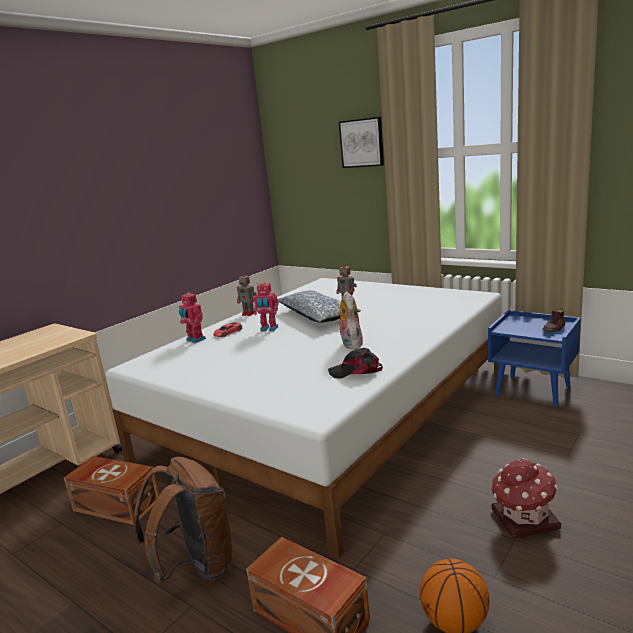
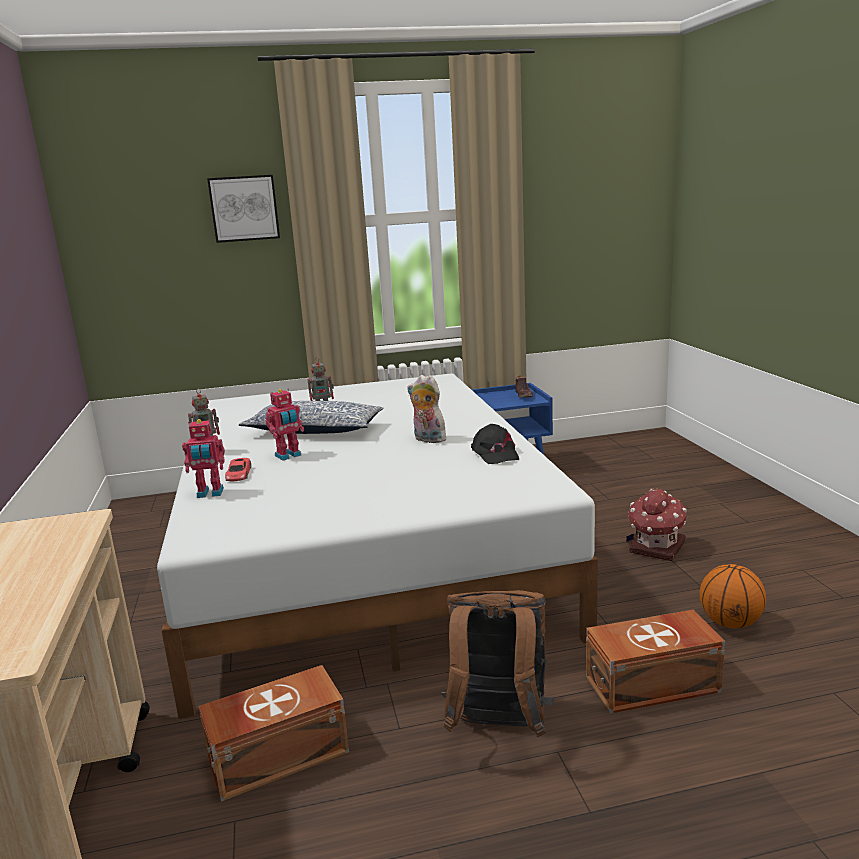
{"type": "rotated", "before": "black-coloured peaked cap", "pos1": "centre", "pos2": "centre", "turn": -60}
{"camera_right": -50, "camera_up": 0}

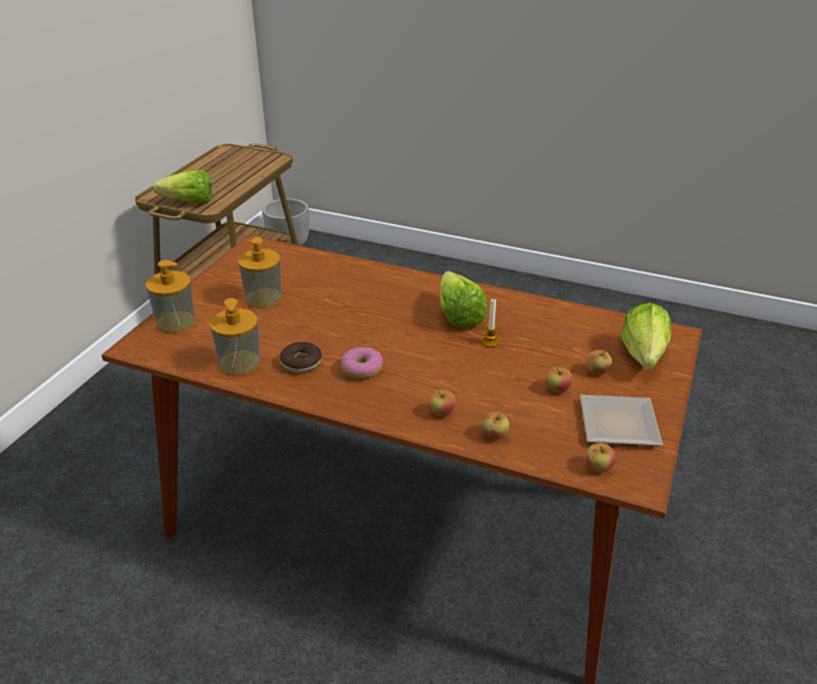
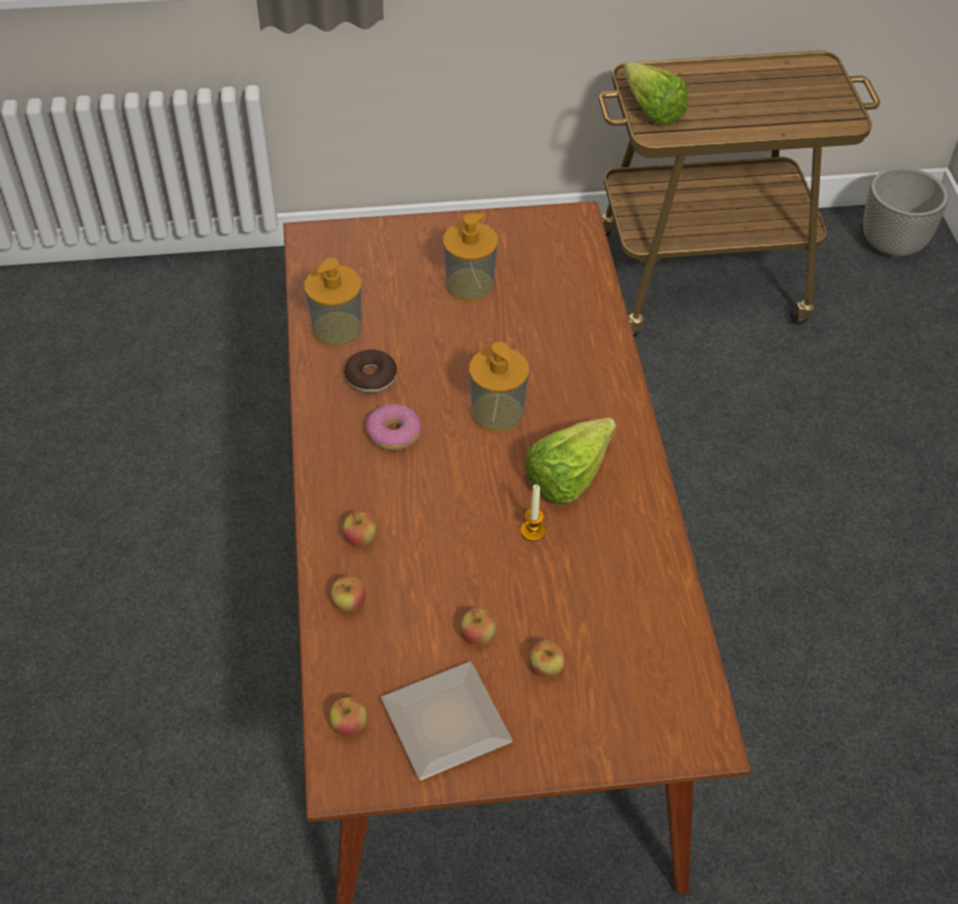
{"type": "gone", "before": "lettuce (no. 3 from left)", "pos1": "middle right"}
{"type": "shifted", "before": "soap dispenser (no. 1 from left in the first image)", "after": "soap dispenser (no. 3 from left)", "pos1": "middle left", "pos2": "centre"}
{"camera_right": 60, "camera_up": 15}

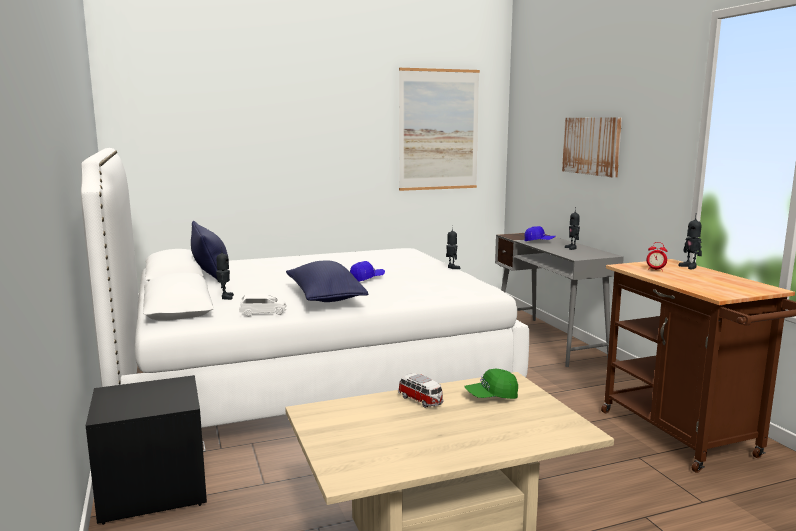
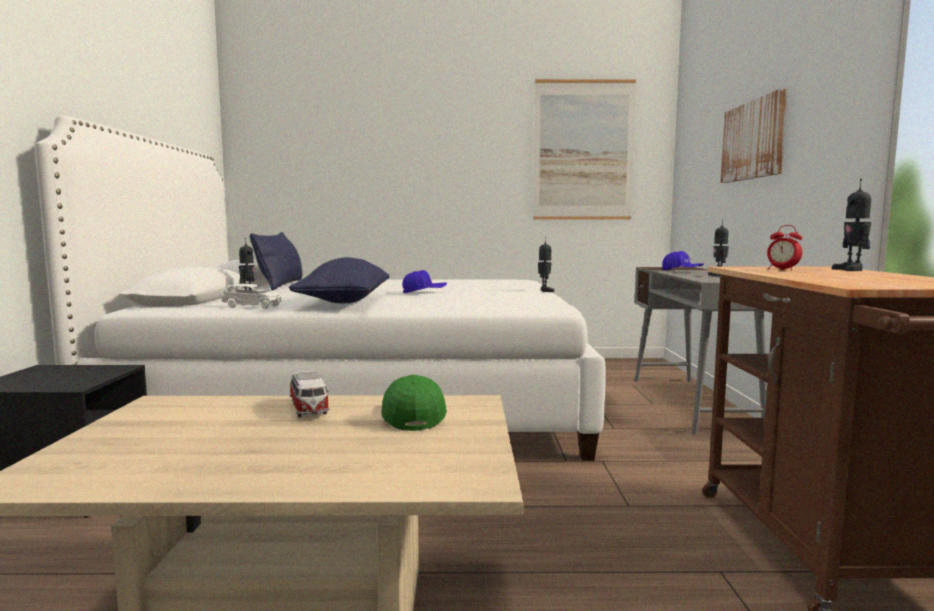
{"type": "rotated", "before": "green-coloured peaked cap", "pos1": "bottom centre", "pos2": "centre", "turn": 75}
{"camera_right": 20, "camera_up": -5}

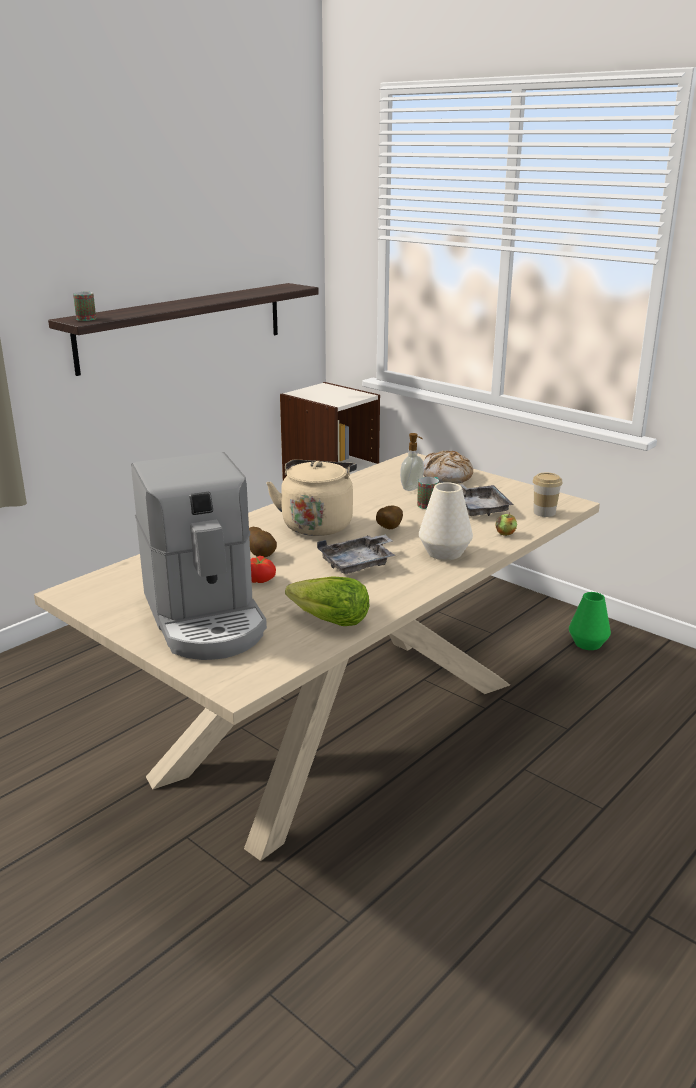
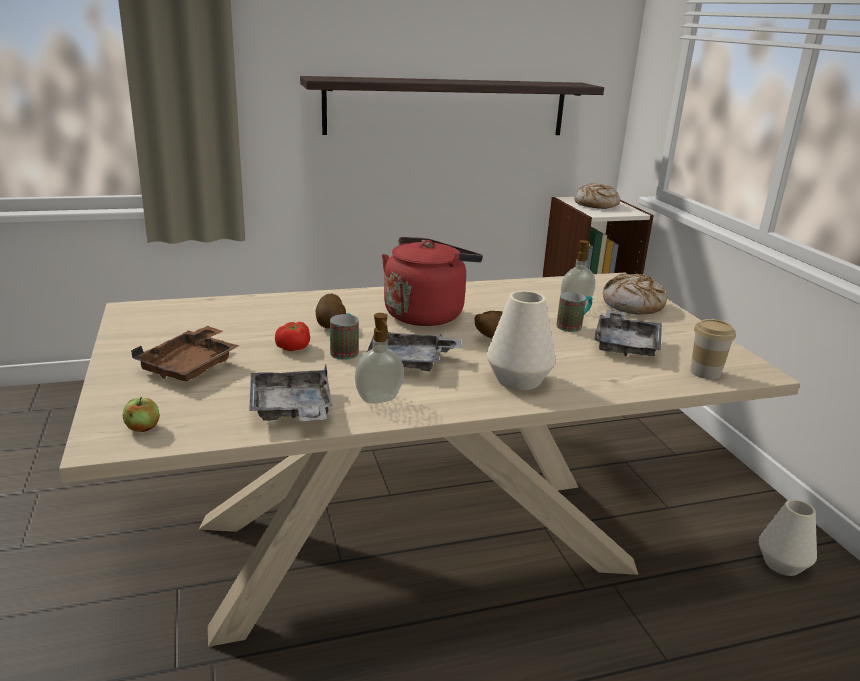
{"type": "new", "after": "soap dispenser (no. 1 from left)", "pos2": "centre"}
{"type": "new", "after": "baked bread (no. 1 from left)", "pos2": "top right"}
{"type": "shifted", "before": "mug (no. 1 from left)", "pos1": "top left", "pos2": "centre"}
{"type": "shifted", "before": "apple fruit", "pos1": "middle right", "pos2": "middle left"}
{"type": "swapped", "before": "coffee brewer", "after": "brown carrying tray", "pos1": "middle left", "pos2": "middle left"}
{"type": "swapped", "before": "lettuce", "after": "grey carrying tray (no. 1 from left)", "pos1": "centre", "pos2": "centre"}
{"type": "repainted", "before": "beige-coloured kettle", "after": "red-coloured kettle", "pos1": "centre", "pos2": "centre"}
{"type": "repainted", "before": "green-coloured flower vase", "after": "white flower vase (no. 2 from left)", "pos1": "middle right", "pos2": "bottom right"}
{"camera_right": 30, "camera_up": 0}

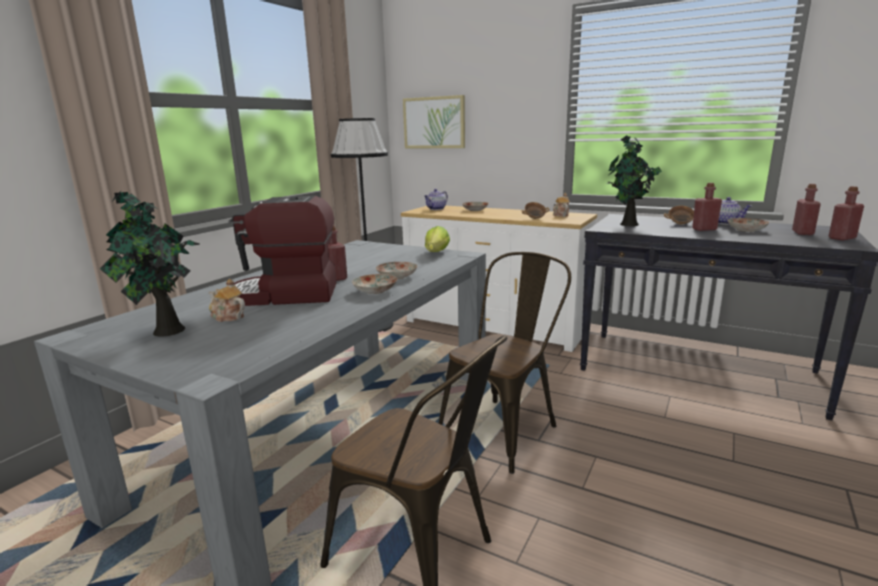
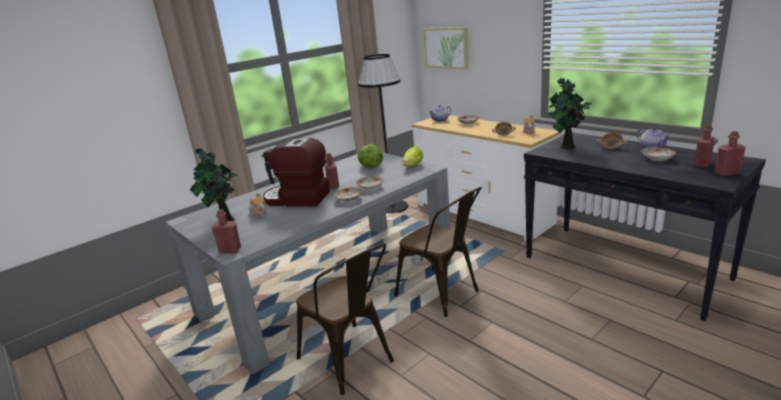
{"type": "new", "after": "lettuce (no. 1 from left)", "pos2": "centre"}
{"type": "shifted", "before": "red-coloured bottle (no. 2 from left in the first image)", "after": "red-coloured bottle (no. 1 from left)", "pos1": "middle right", "pos2": "middle left"}
{"type": "rotated", "before": "brown plain chair (no. 2 from left)", "pos1": "centre", "pos2": "centre", "turn": 75}
{"camera_right": 20, "camera_up": 5}

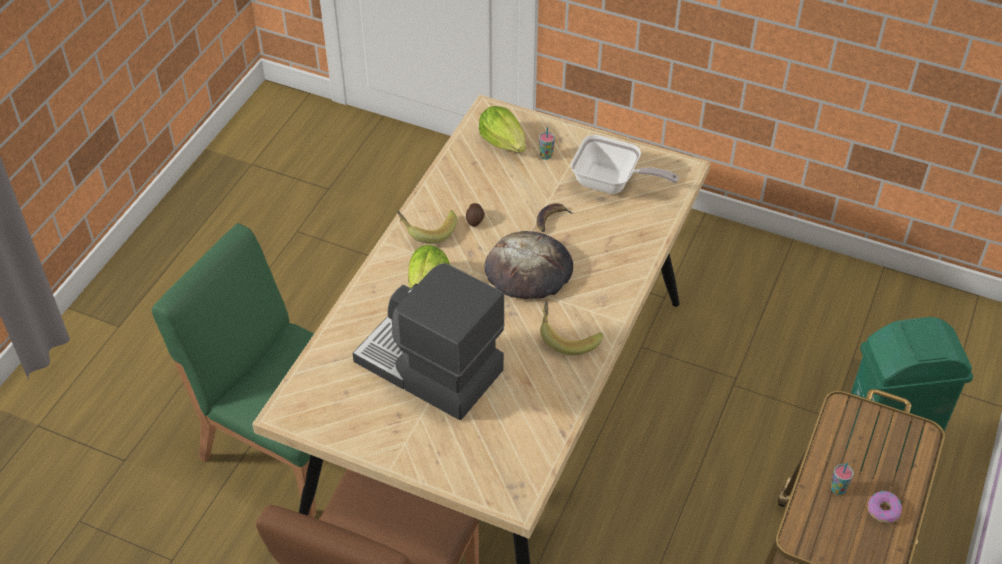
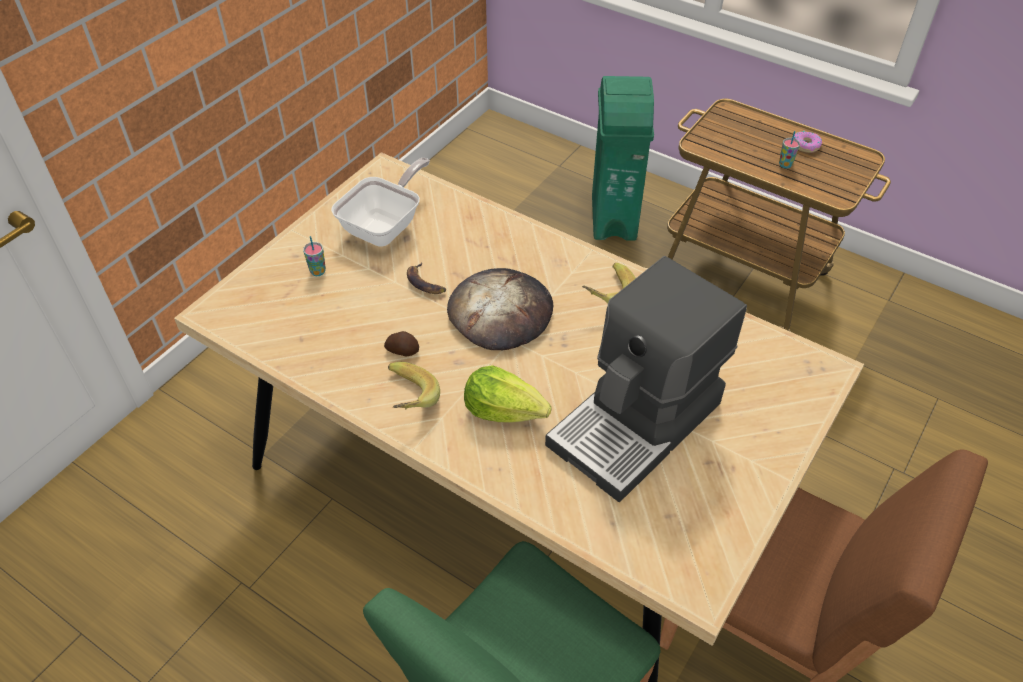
{"type": "gone", "before": "lettuce (no. 2 from left)", "pos1": "top centre"}
{"camera_right": -80, "camera_up": 0}

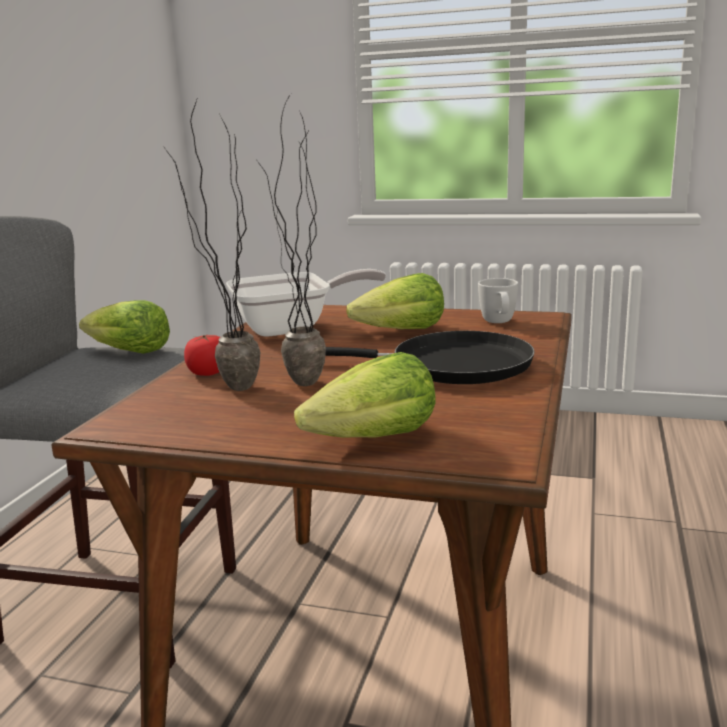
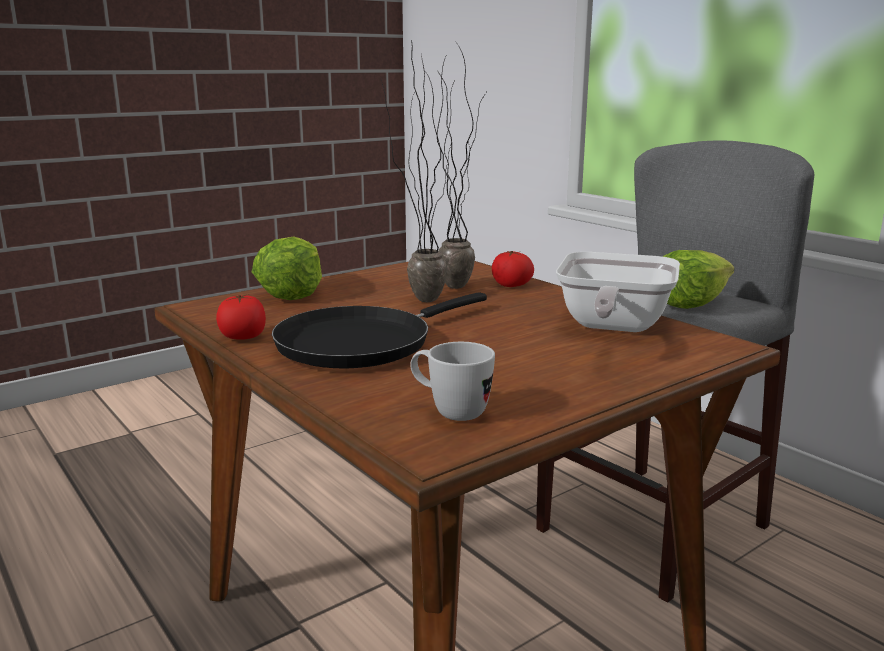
{"type": "gone", "before": "lettuce (no. 3 from left)", "pos1": "centre"}
{"type": "new", "after": "tomato (no. 1 from left)", "pos2": "middle left"}
{"camera_right": 125, "camera_up": 0}

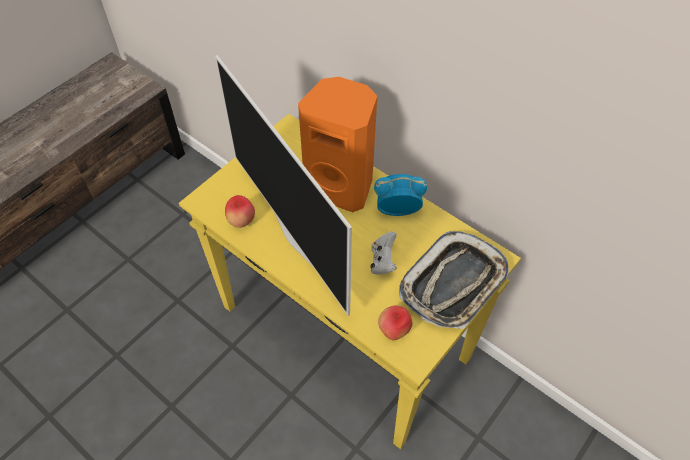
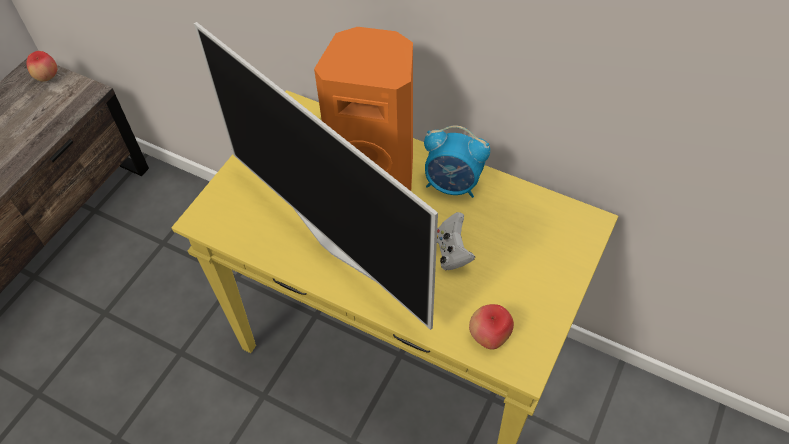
{"type": "gone", "before": "carrying tray", "pos1": "centre"}
{"type": "shifted", "before": "apple fruit (no. 1 from left)", "pos1": "centre", "pos2": "top left"}
{"type": "rotated", "before": "table clock", "pos1": "centre", "pos2": "centre", "turn": -150}
{"camera_right": -10, "camera_up": 0}

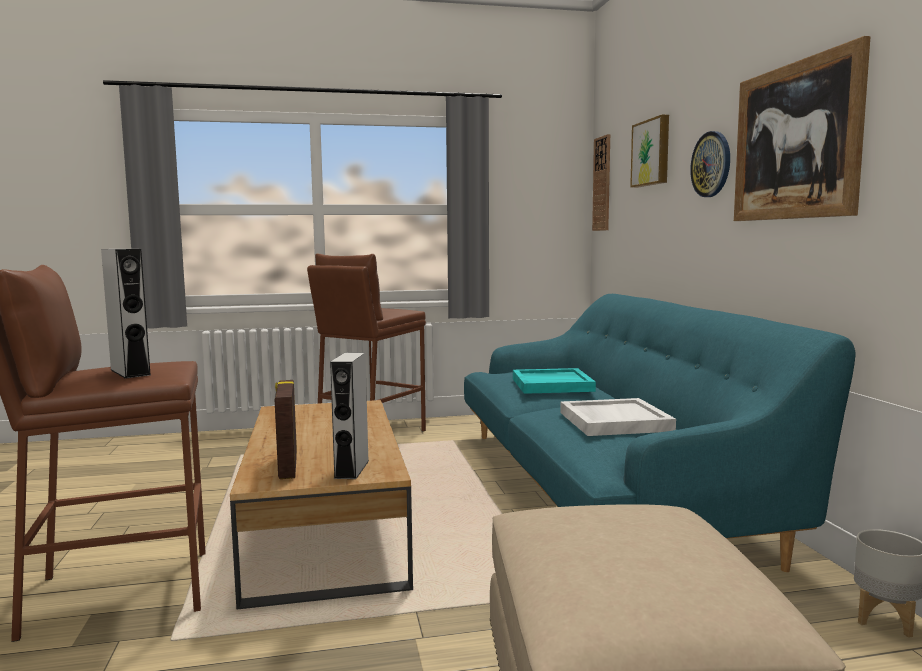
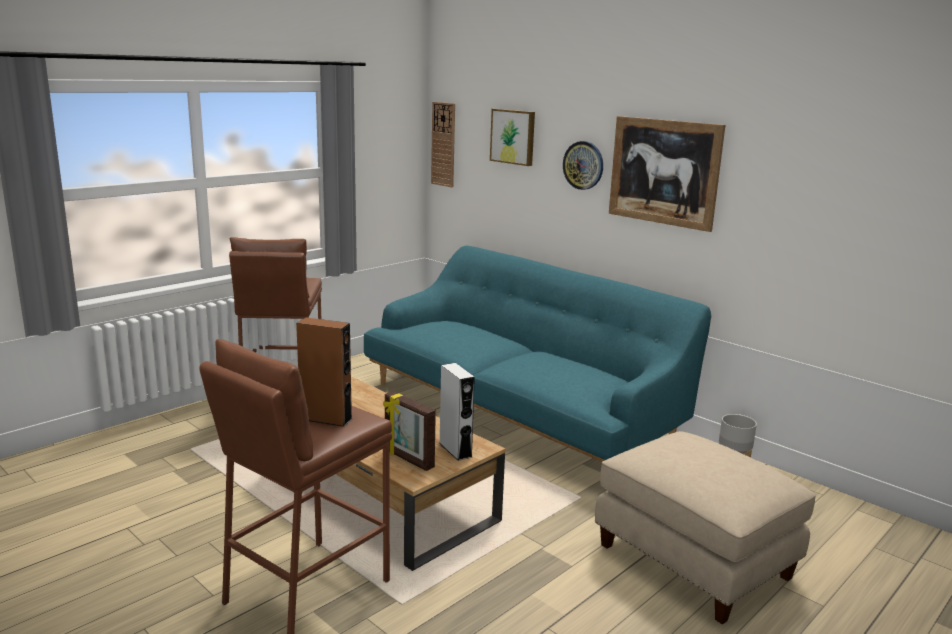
{"type": "gone", "before": "blue-green carrying tray", "pos1": "centre"}
{"type": "gone", "before": "white carrying tray", "pos1": "middle right"}
{"type": "repainted", "before": "grey speaker (no. 1 from left)", "after": "brown speaker", "pos1": "middle left", "pos2": "centre"}
{"camera_right": -35, "camera_up": 10}

